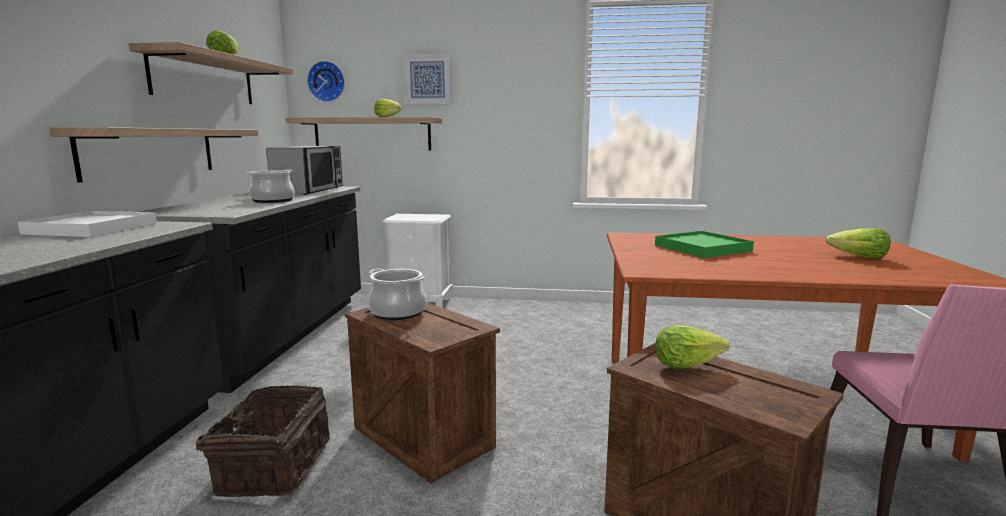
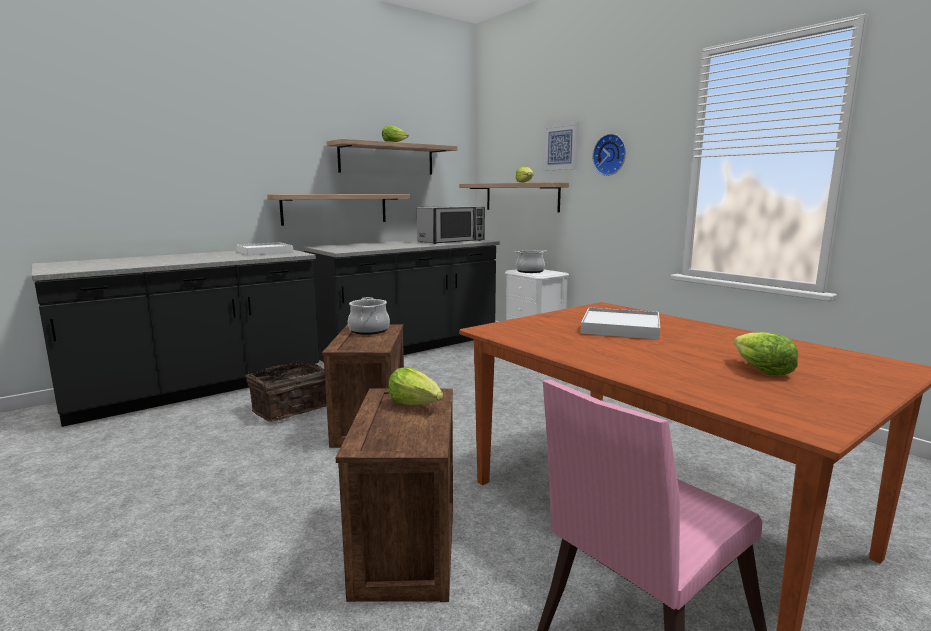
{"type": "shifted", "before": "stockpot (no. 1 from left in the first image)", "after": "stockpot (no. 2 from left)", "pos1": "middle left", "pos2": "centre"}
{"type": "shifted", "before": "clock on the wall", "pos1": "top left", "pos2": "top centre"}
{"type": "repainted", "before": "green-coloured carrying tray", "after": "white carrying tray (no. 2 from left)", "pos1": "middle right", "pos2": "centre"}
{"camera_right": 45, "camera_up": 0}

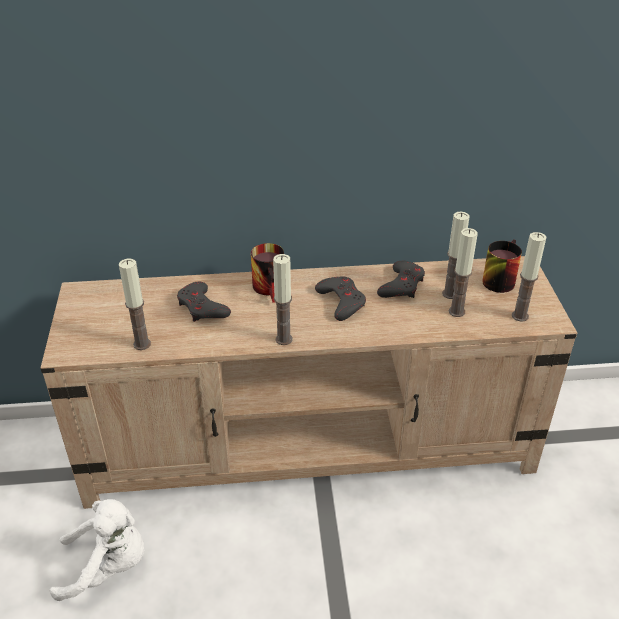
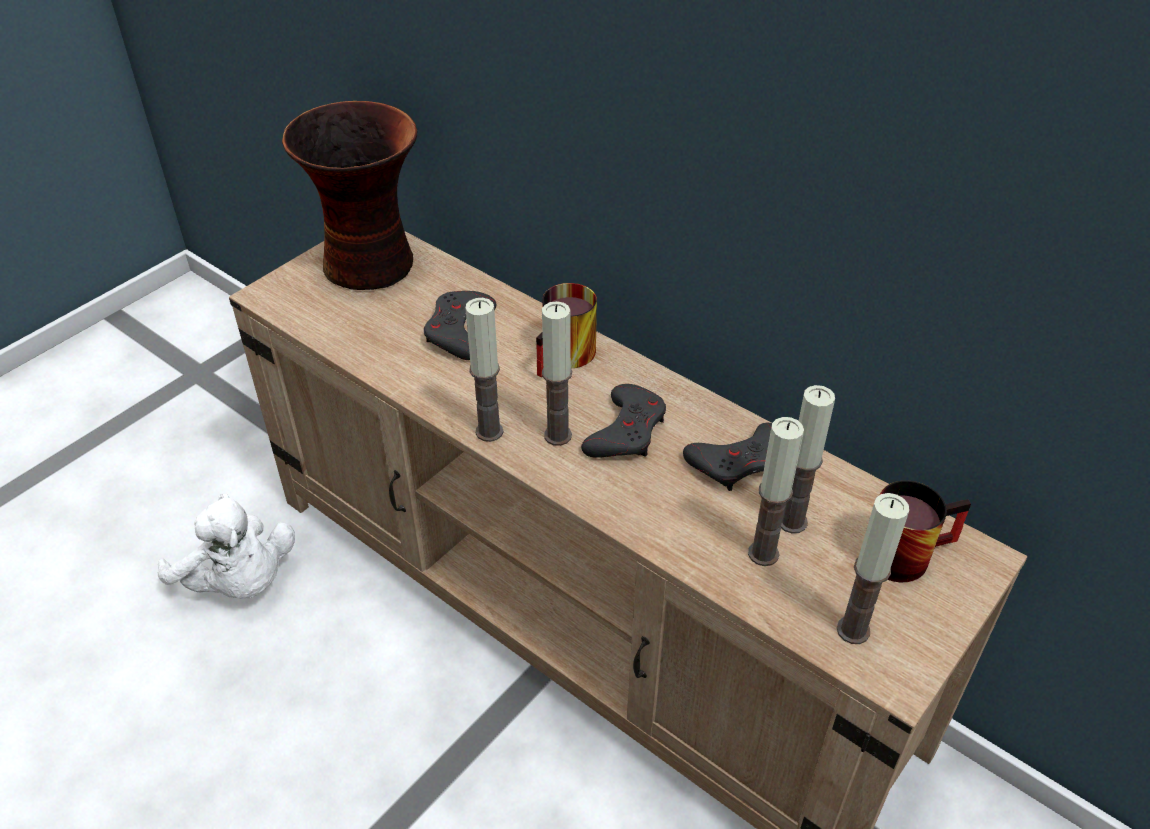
{"type": "new", "after": "flower vase", "pos2": "top left"}
{"type": "shifted", "before": "candle (no. 1 from left in the first image)", "after": "candle (no. 2 from left)", "pos1": "middle left", "pos2": "centre"}
{"camera_right": 45, "camera_up": 5}

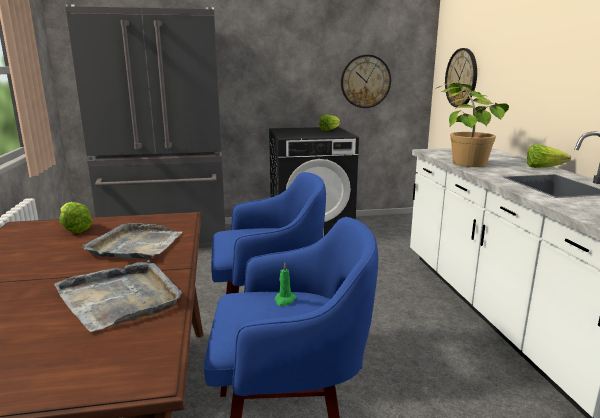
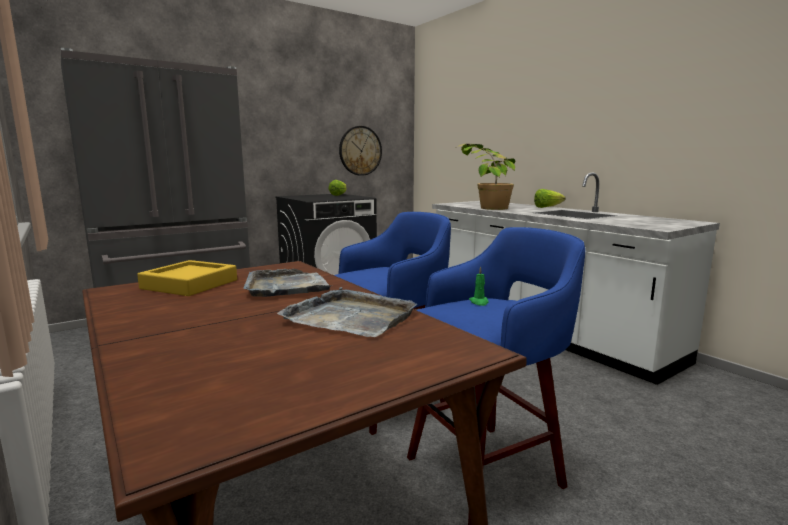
{"type": "gone", "before": "clock on the wall (no. 2 from left)", "pos1": "top right"}
{"type": "swapped", "before": "lettuce (no. 1 from left)", "after": "yellow-coloured carrying tray", "pos1": "middle left", "pos2": "middle left"}
{"camera_right": -25, "camera_up": -5}

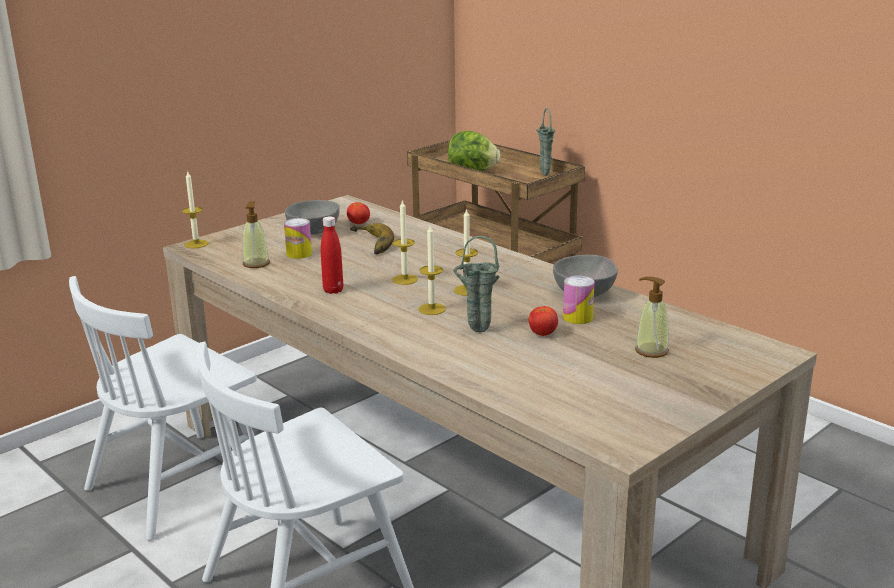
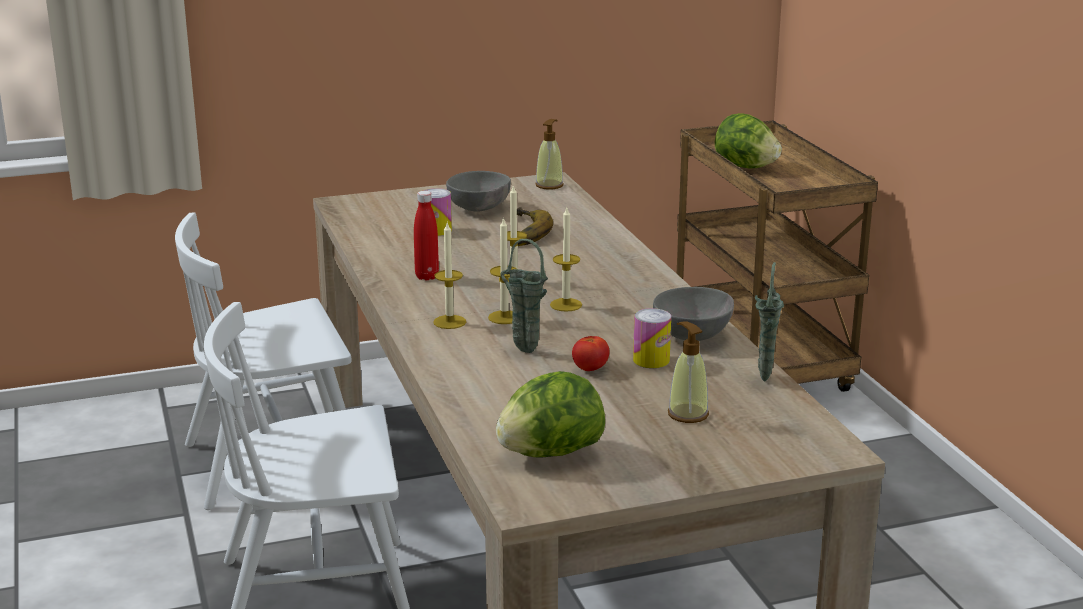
{"type": "gone", "before": "tomato (no. 1 from left)", "pos1": "centre"}
{"type": "new", "after": "lettuce (no. 1 from left)", "pos2": "bottom centre"}
{"type": "shifted", "before": "candle (no. 1 from left)", "pos1": "middle left", "pos2": "centre"}
{"type": "shifted", "before": "soap dispenser (no. 1 from left)", "pos1": "middle left", "pos2": "top centre"}
{"type": "shifted", "before": "green-coloured flower vase (no. 2 from left)", "pos1": "top centre", "pos2": "middle right"}
{"camera_right": 25, "camera_up": 0}

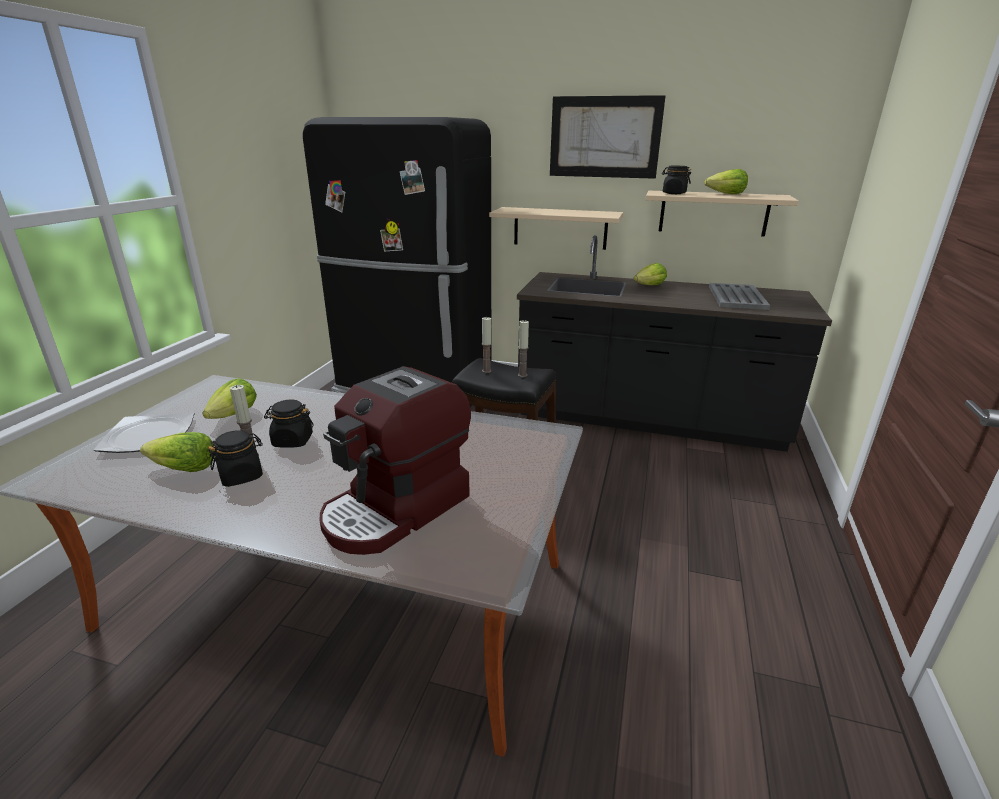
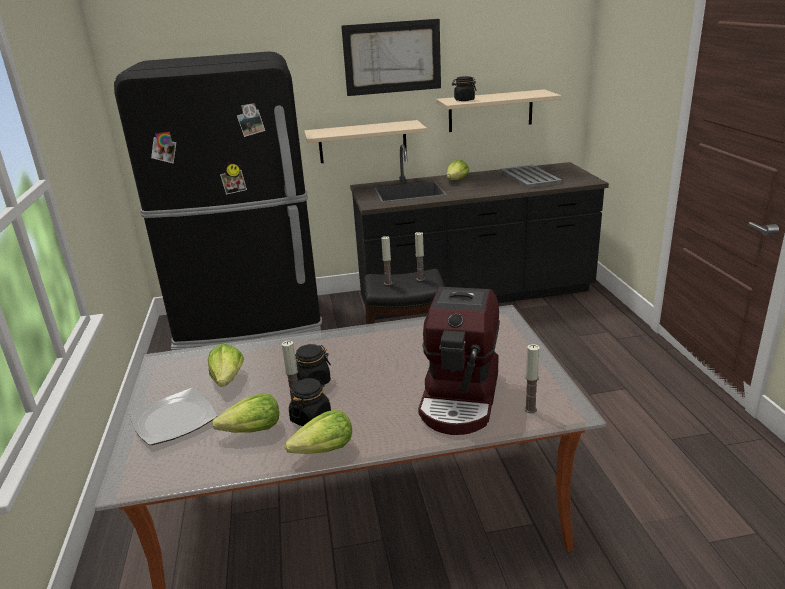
{"type": "new", "after": "candle (no. 4 from left)", "pos2": "middle right"}
{"type": "shifted", "before": "lettuce (no. 4 from left in the first image)", "after": "lettuce (no. 3 from left)", "pos1": "top right", "pos2": "bottom centre"}
{"camera_right": -25, "camera_up": 0}

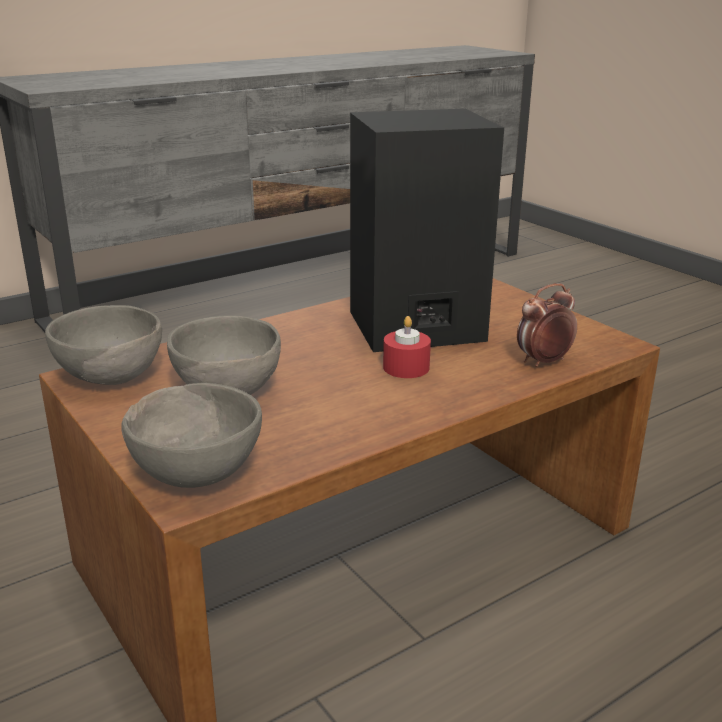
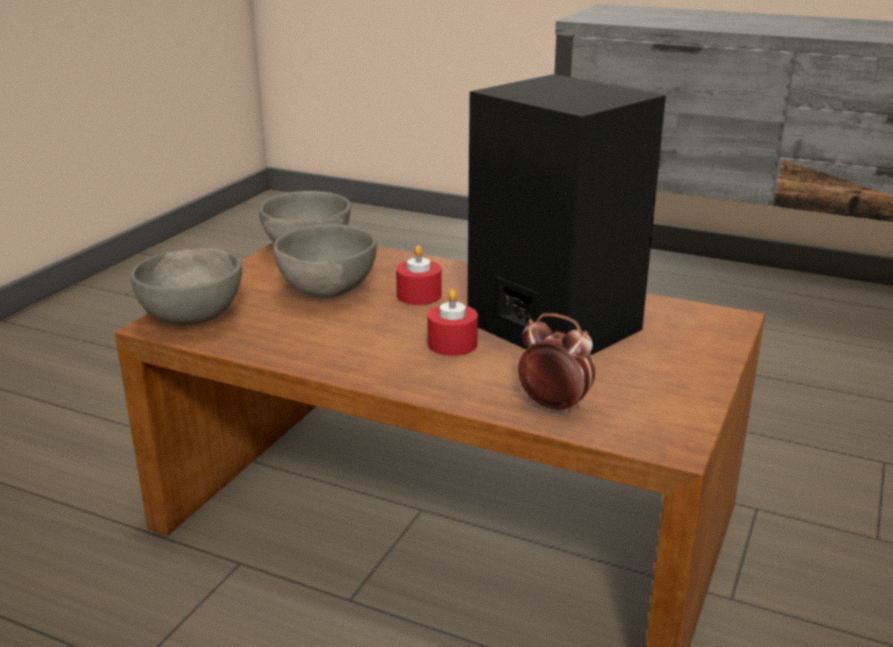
{"type": "new", "after": "red-coloured candle (no. 1 from left)", "pos2": "centre"}
{"camera_right": 60, "camera_up": 0}

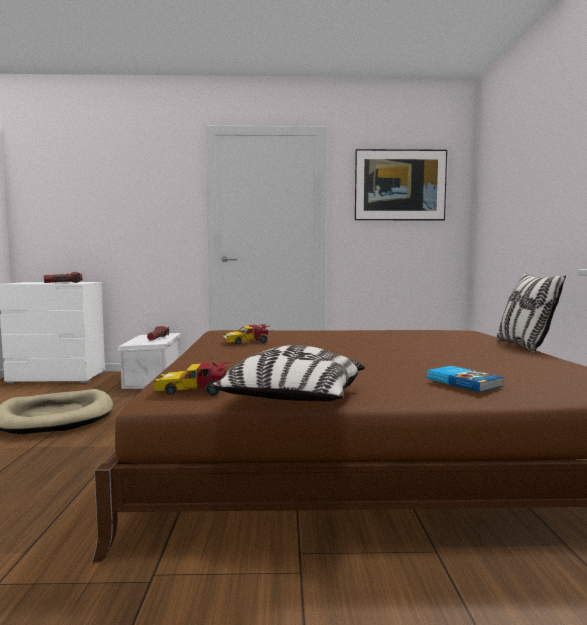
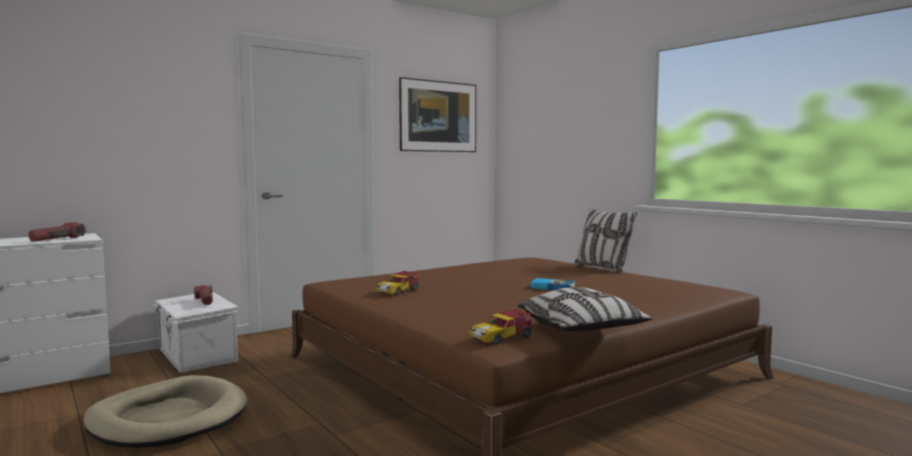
{"type": "shifted", "before": "bound book", "pos1": "middle right", "pos2": "centre"}
{"camera_right": -35, "camera_up": 0}

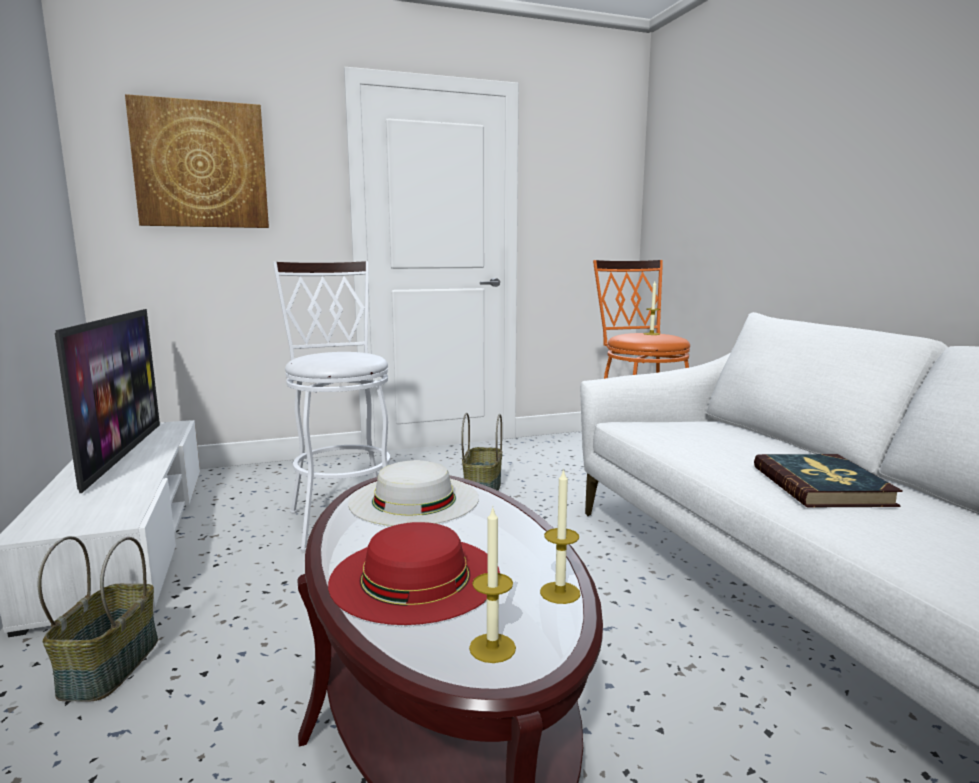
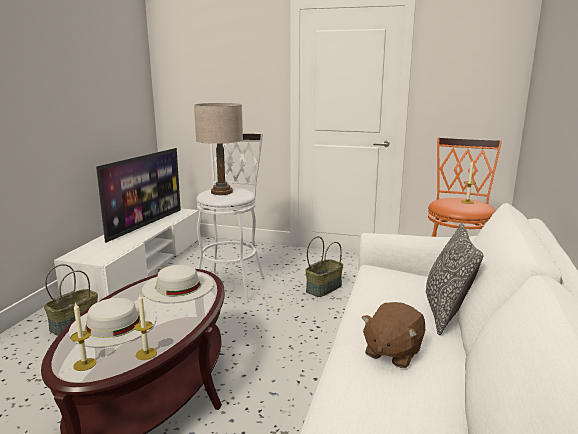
{"type": "gone", "before": "wall art", "pos1": "top left"}
{"type": "new", "after": "beige-coloured tabletop lamp", "pos2": "centre"}
{"type": "new", "after": "pillow", "pos2": "middle right"}
{"type": "swapped", "before": "bound book", "after": "brown cuddly toy", "pos1": "middle right", "pos2": "bottom right"}
{"type": "repainted", "before": "red-coloured hat", "after": "white hat (no. 1 from left)", "pos1": "bottom centre", "pos2": "bottom left"}
{"camera_right": 35, "camera_up": 5}

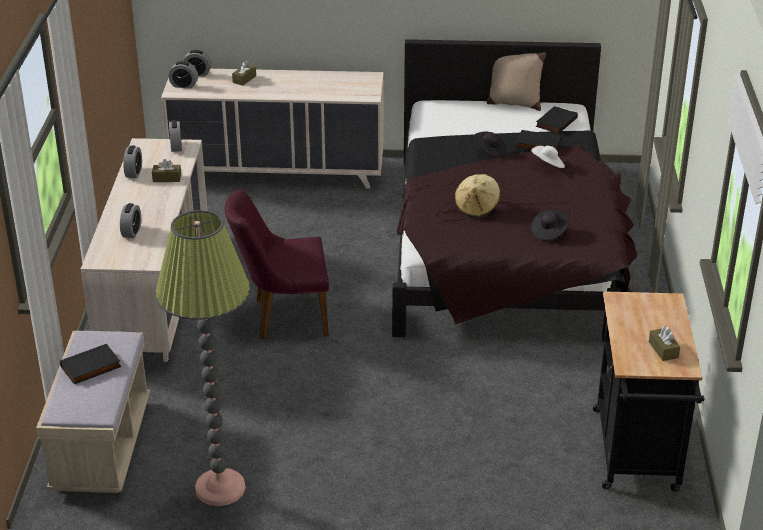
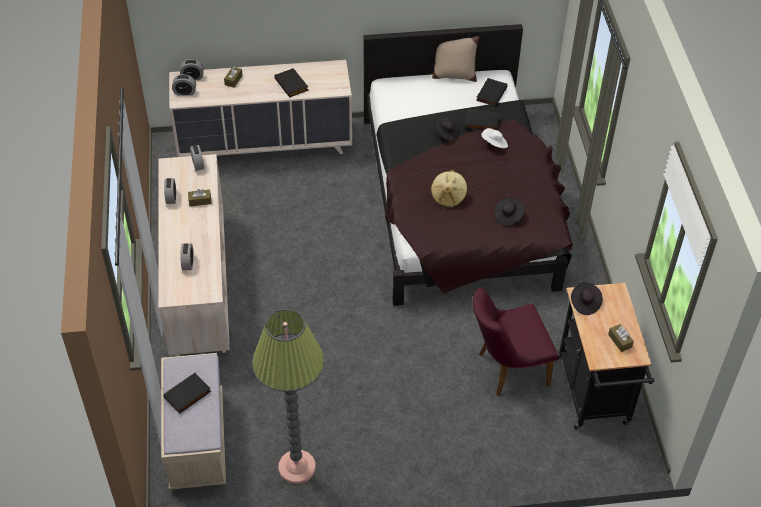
{"type": "new", "after": "black-coloured bound book (no. 2 from left)", "pos2": "top centre"}
{"type": "new", "after": "black-coloured hat (no. 3 from left)", "pos2": "middle right"}
{"type": "shifted", "before": "purplish plain chair", "pos1": "centre", "pos2": "bottom right"}
{"camera_right": -10, "camera_up": 15}

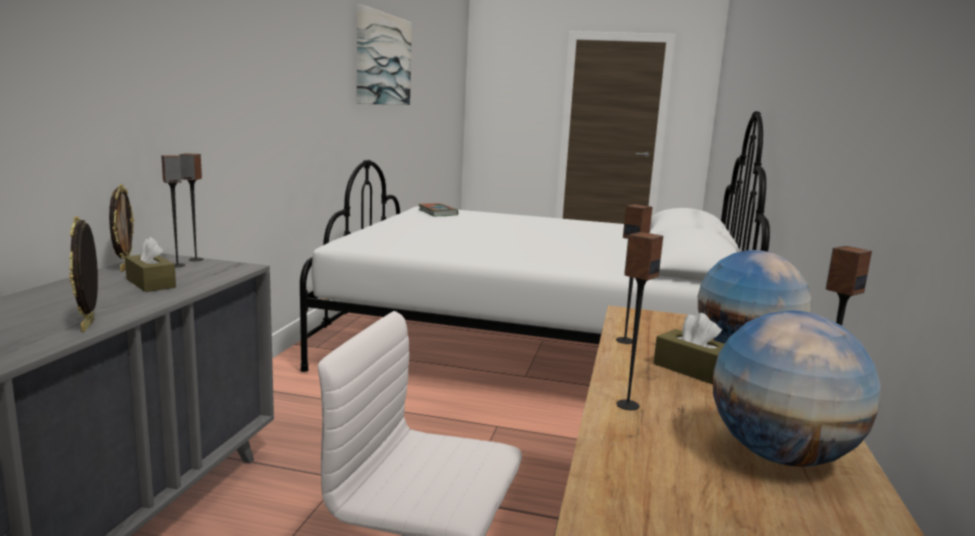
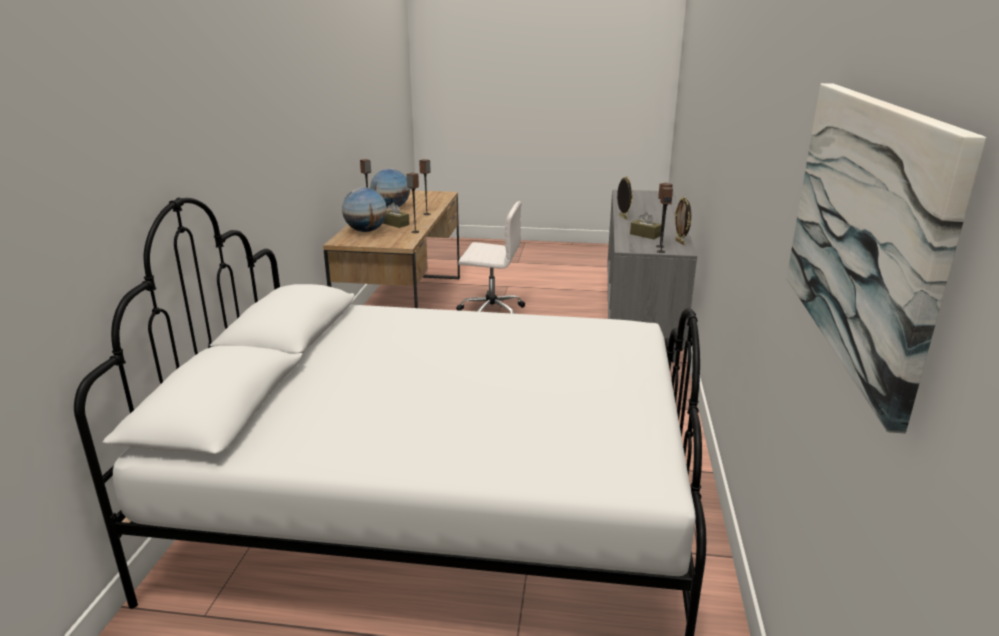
{"type": "gone", "before": "bound book", "pos1": "centre"}
{"camera_right": 175, "camera_up": 10}

